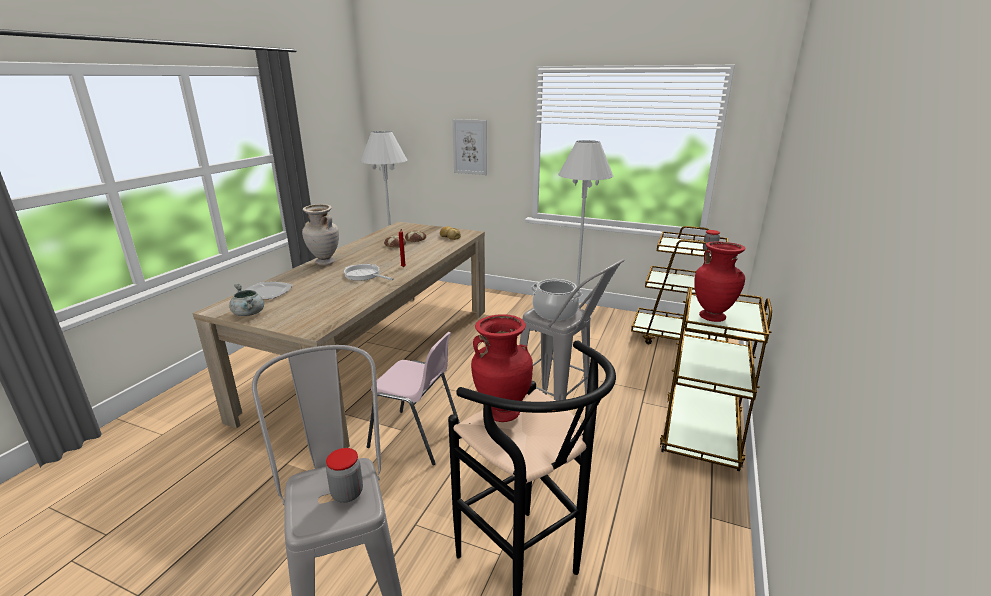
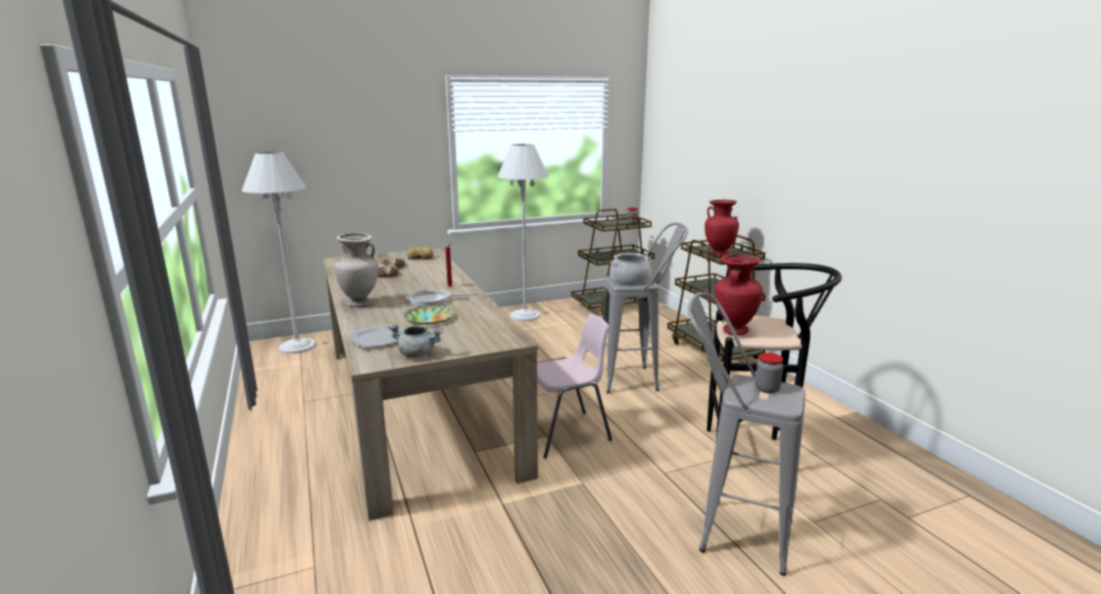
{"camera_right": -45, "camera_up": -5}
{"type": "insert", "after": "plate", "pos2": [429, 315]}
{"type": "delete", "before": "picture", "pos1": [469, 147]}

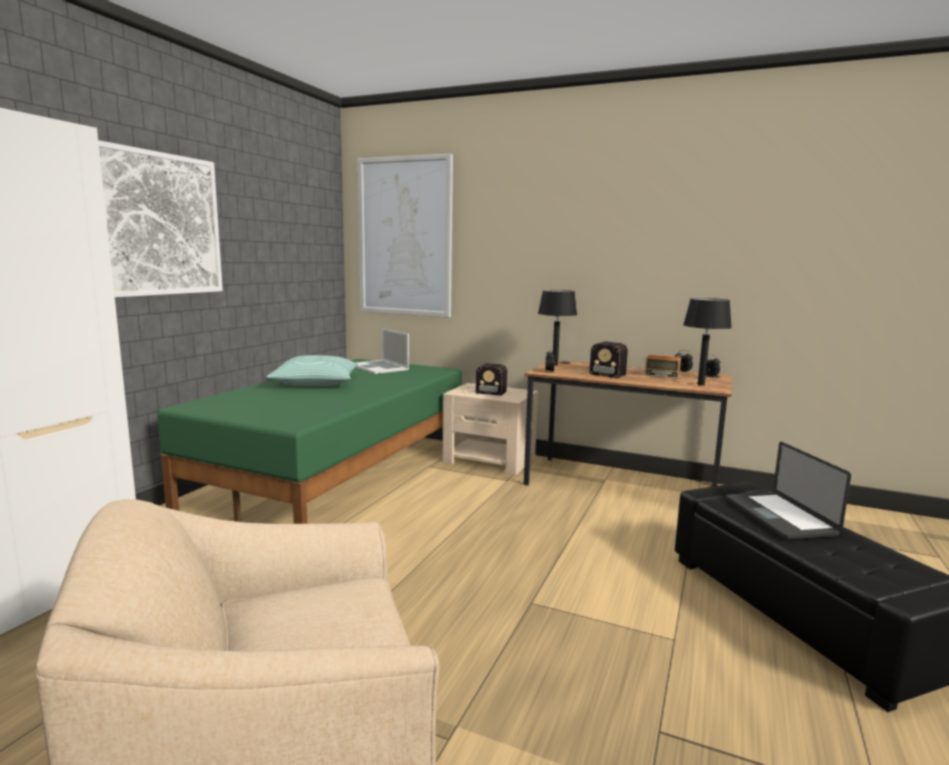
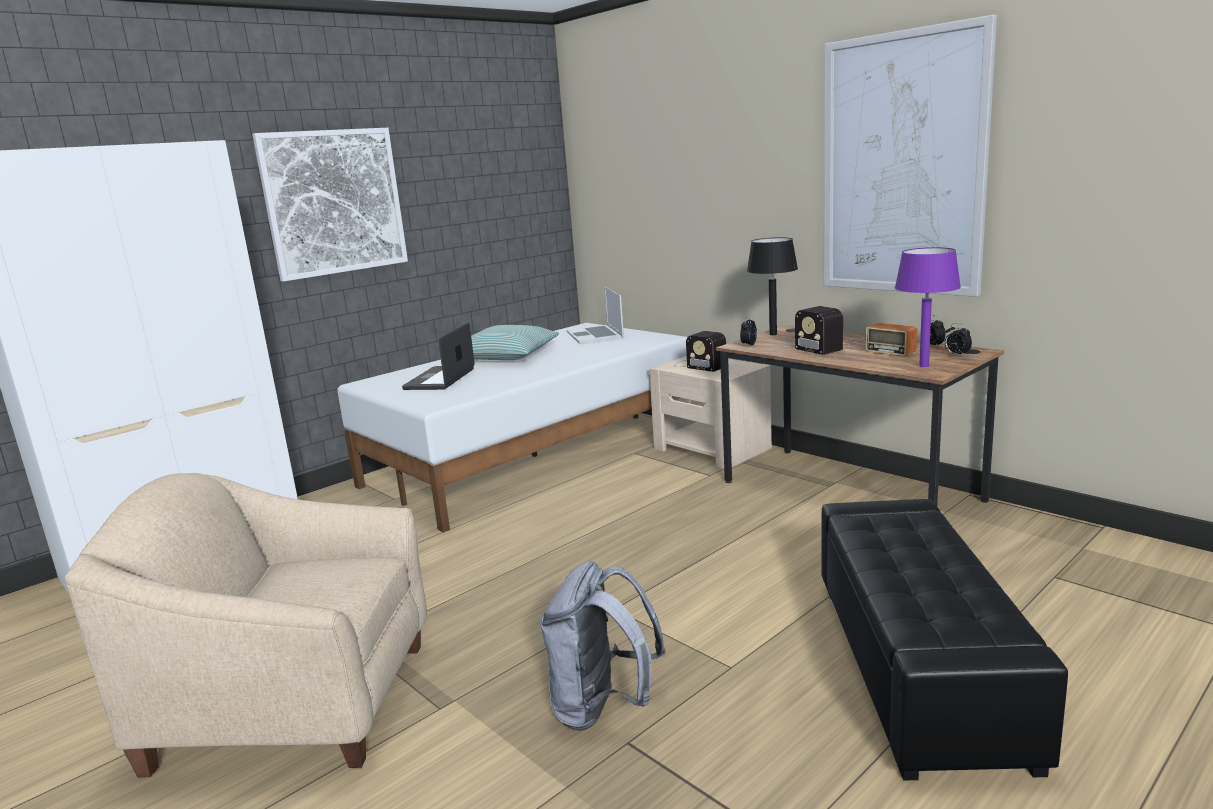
{"camera_right": 25, "camera_up": 5}
{"type": "recolor", "before": "bed in green", "after": "bed in white", "pos1": [309, 441], "pos2": [512, 428]}
{"type": "move", "before": "laptop", "pos1": [788, 491], "pos2": [438, 356]}
{"type": "insert", "after": "backpack in grey", "pos2": [603, 646]}
{"type": "move", "before": "picture", "pos1": [405, 236], "pos2": [910, 156]}
{"type": "recolor", "before": "table lamp in black", "after": "table lamp in purple", "pos1": [707, 342], "pos2": [928, 307]}

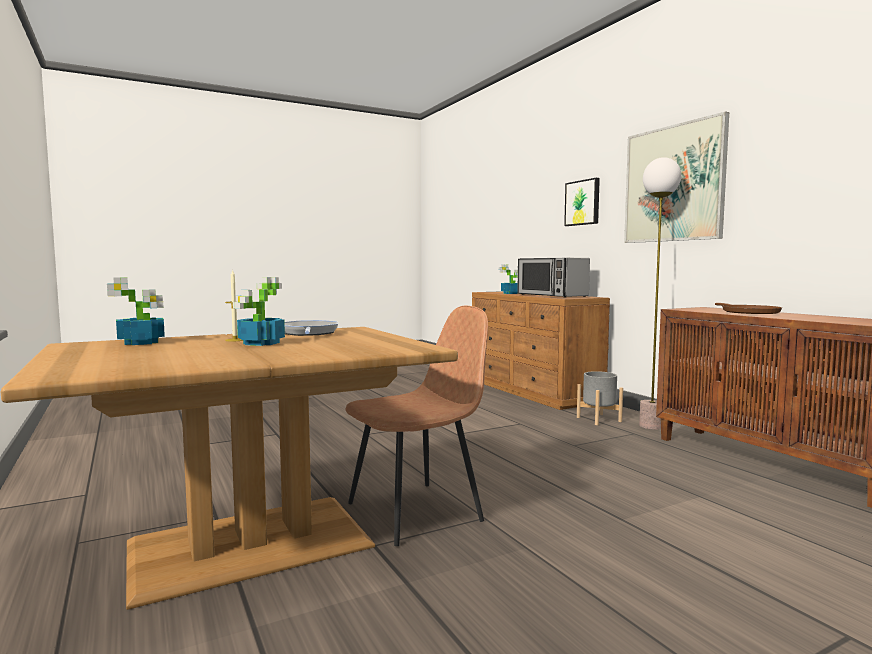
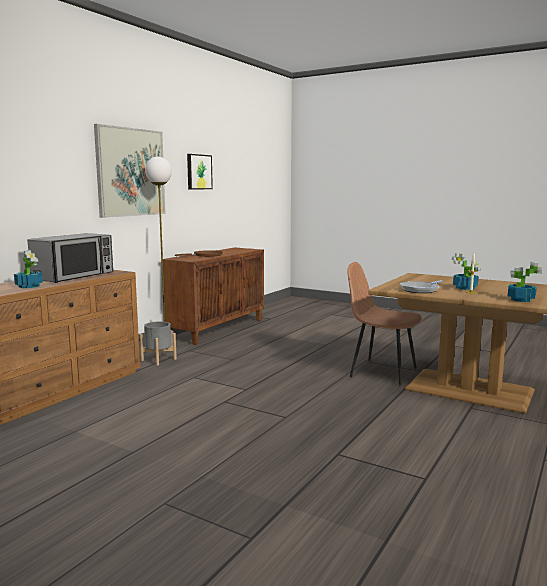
{"camera_right": -120, "camera_up": 5}
{"type": "move", "before": "picture", "pos1": [582, 202], "pos2": [200, 171]}

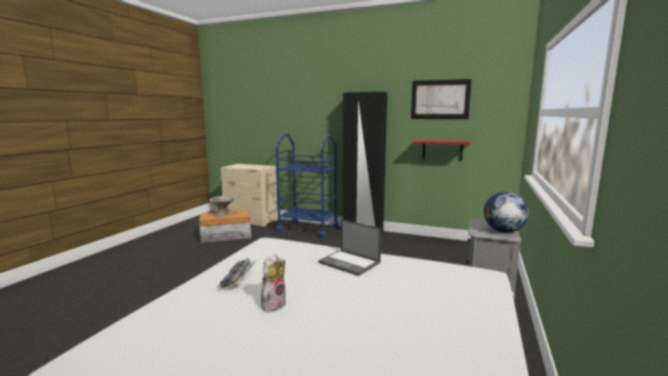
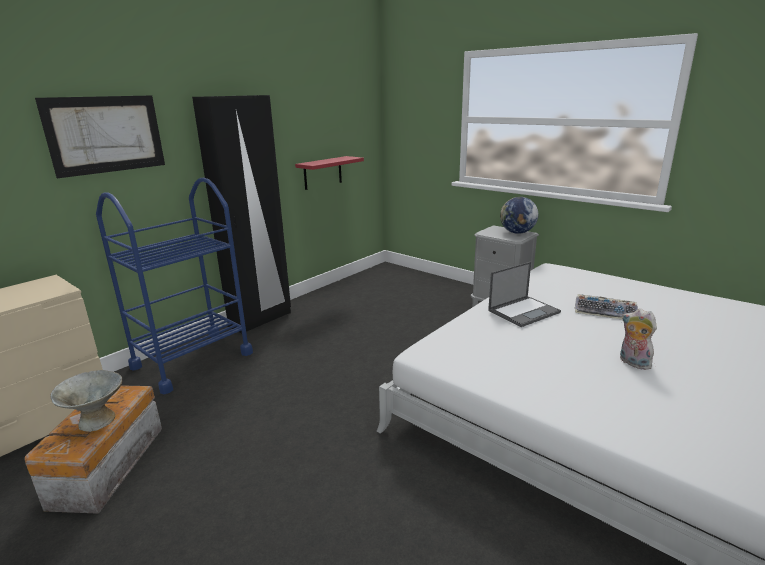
{"camera_right": -70, "camera_up": 10}
{"type": "move", "before": "picture", "pos1": [441, 99], "pos2": [100, 136]}
{"type": "move", "before": "keyboard", "pos1": [236, 274], "pos2": [606, 307]}

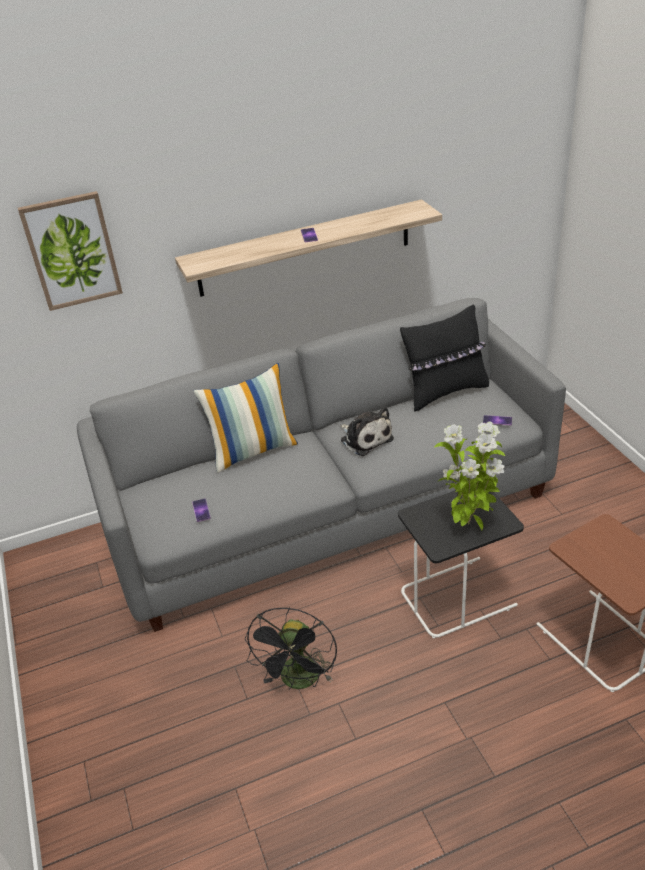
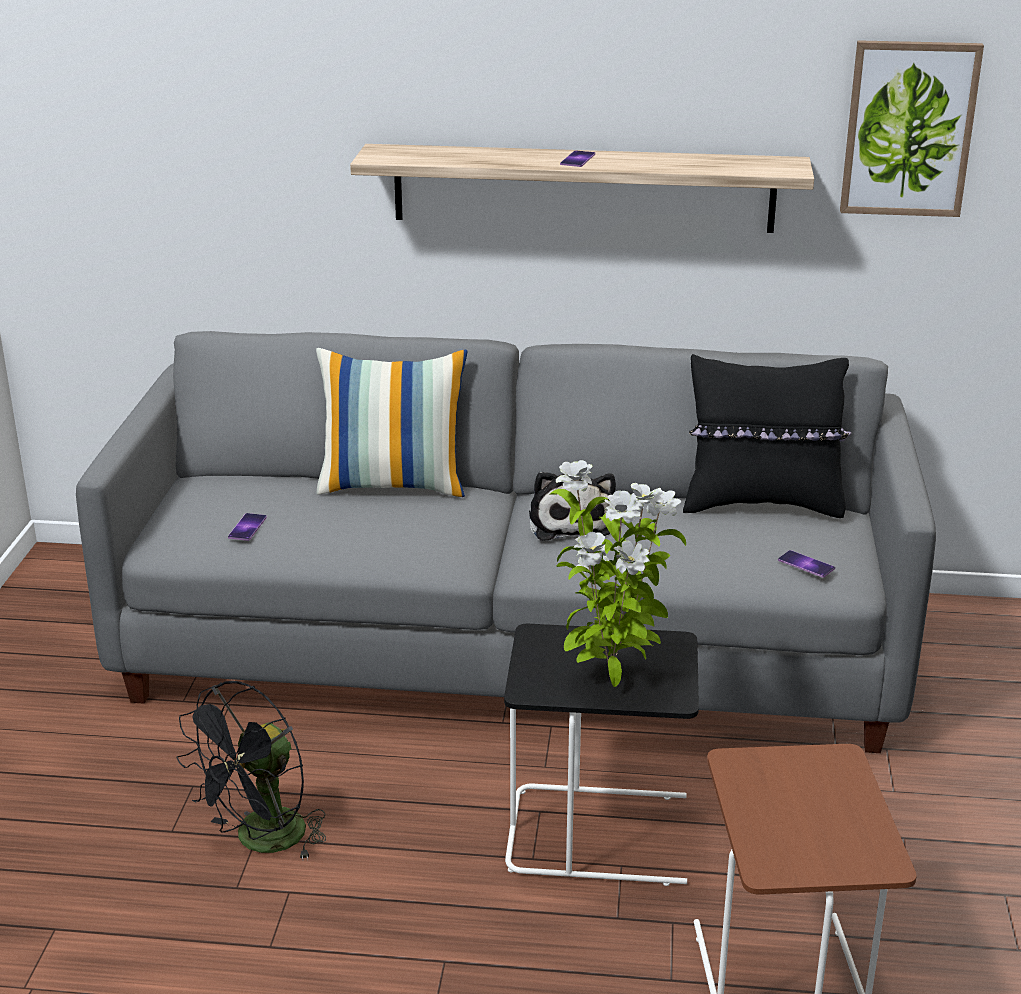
{"camera_right": 25, "camera_up": -10}
{"type": "move", "before": "picture", "pos1": [70, 251], "pos2": [912, 128]}

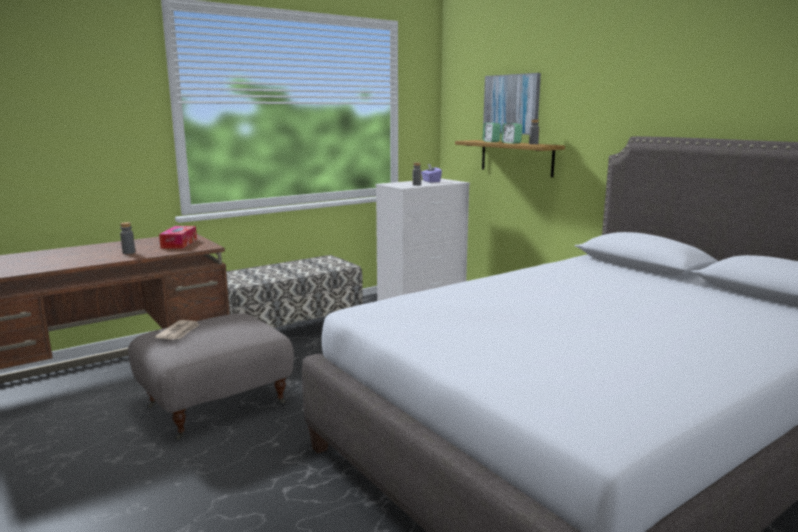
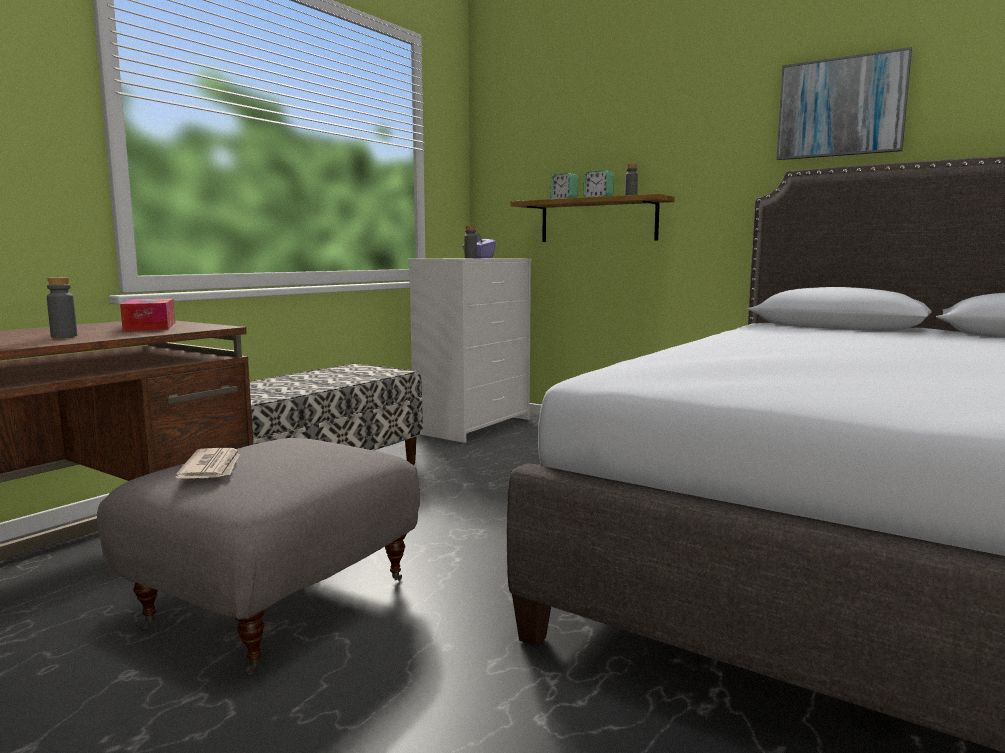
{"camera_right": -20, "camera_up": -5}
{"type": "move", "before": "picture", "pos1": [512, 104], "pos2": [844, 103]}

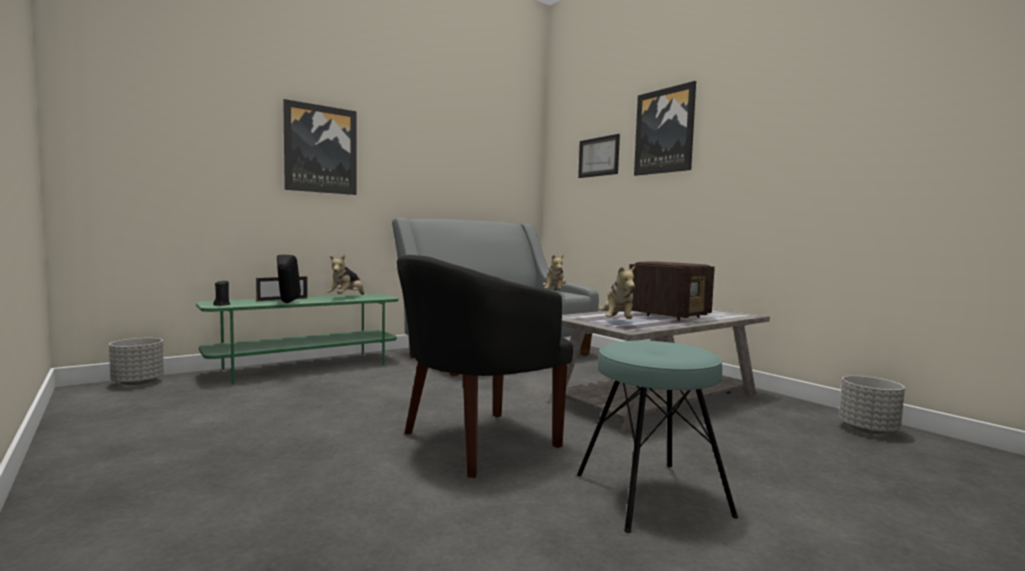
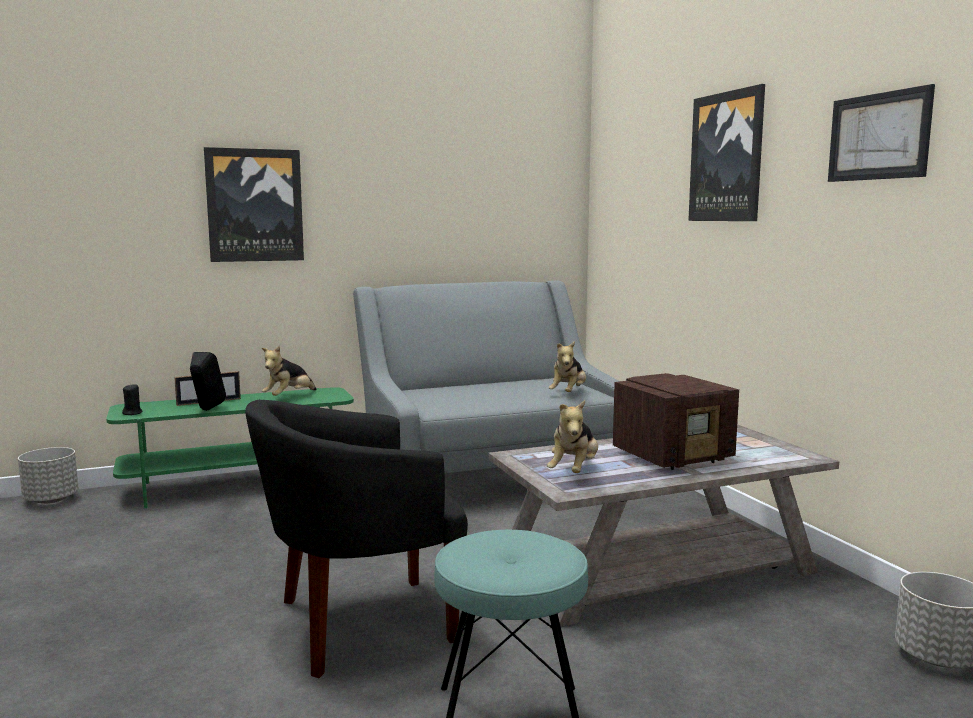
{"camera_right": 15, "camera_up": 5}
{"type": "move", "before": "picture", "pos1": [599, 156], "pos2": [881, 133]}

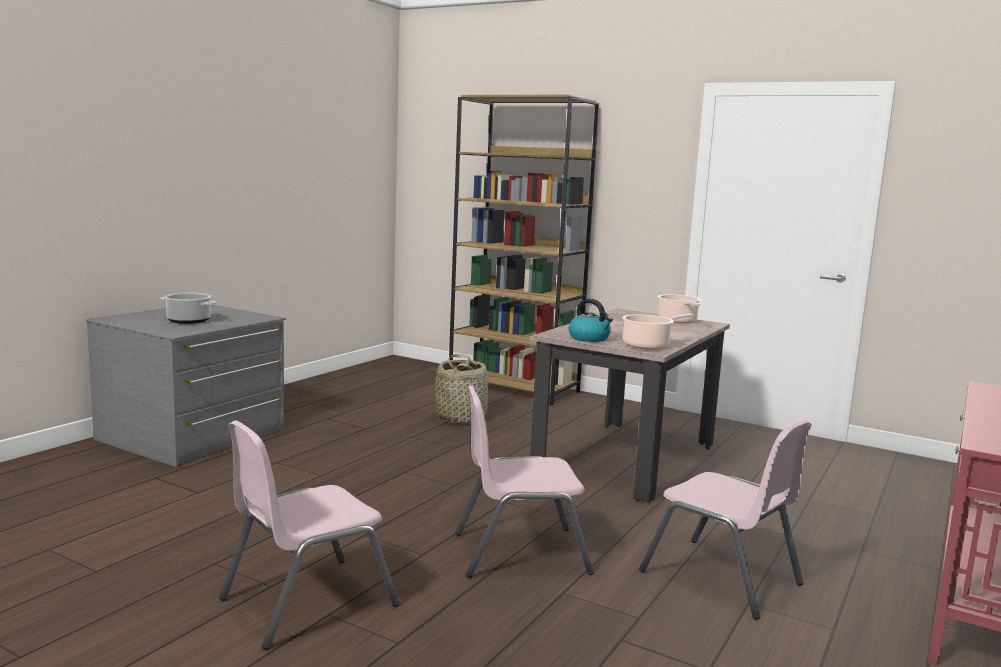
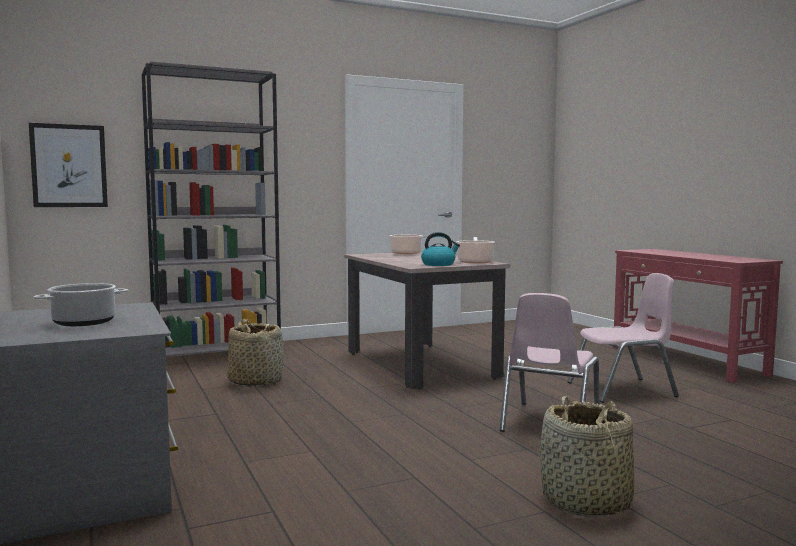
{"camera_right": -55, "camera_up": -5}
{"type": "insert", "after": "picture", "pos2": [68, 165]}
{"type": "recolor", "before": "bookcase in brown", "after": "bookcase in grey", "pos1": [524, 250], "pos2": [211, 209]}
{"type": "replace", "before": "chair in pink", "after": "basket", "pos1": [309, 535], "pos2": [587, 456]}

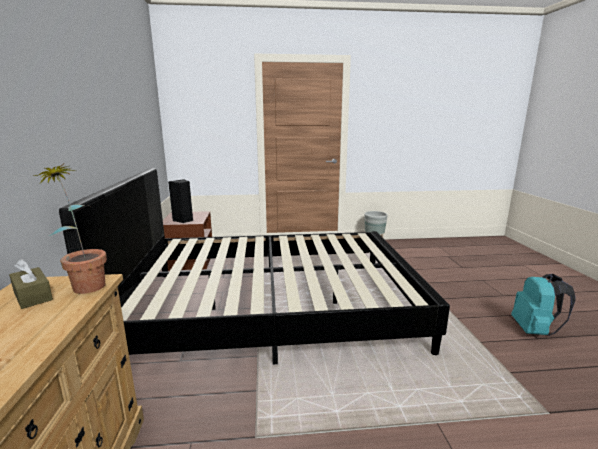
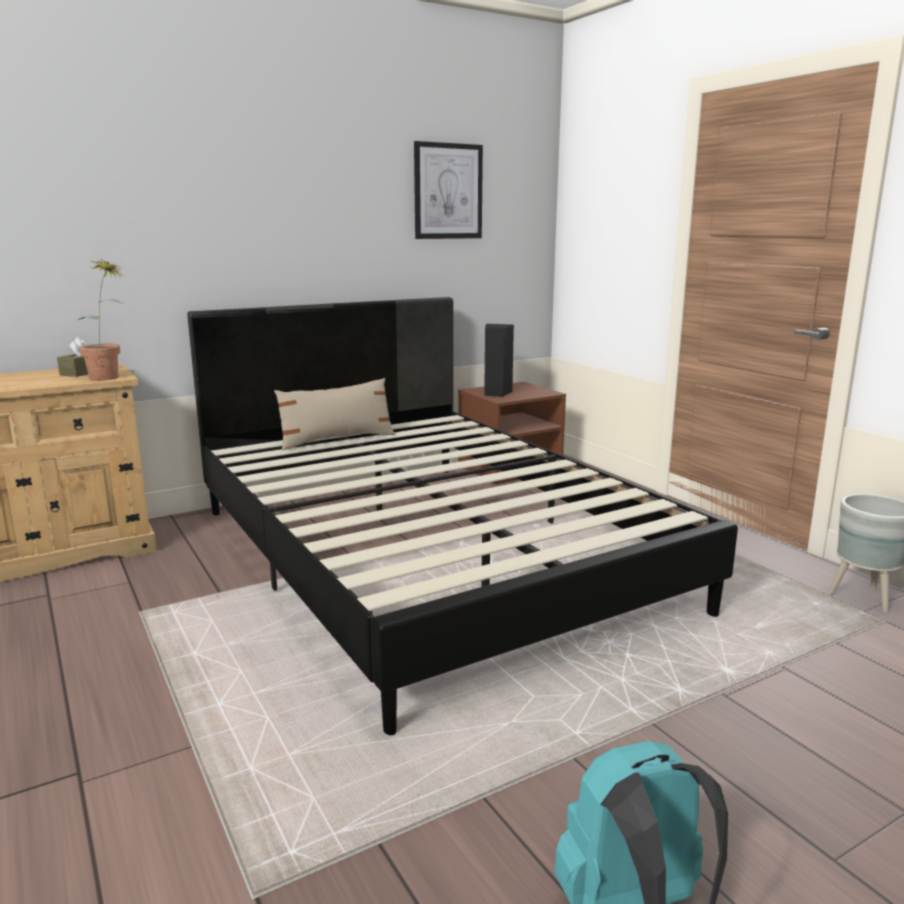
{"camera_right": 65, "camera_up": 0}
{"type": "insert", "after": "pillow in beige", "pos2": [334, 414]}
{"type": "insert", "after": "picture", "pos2": [448, 190]}

